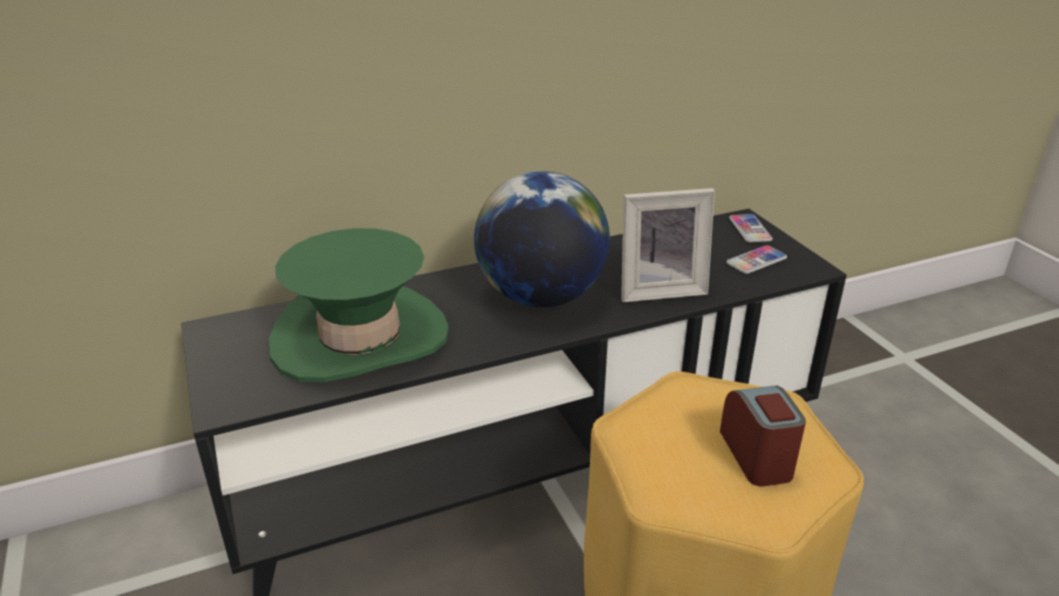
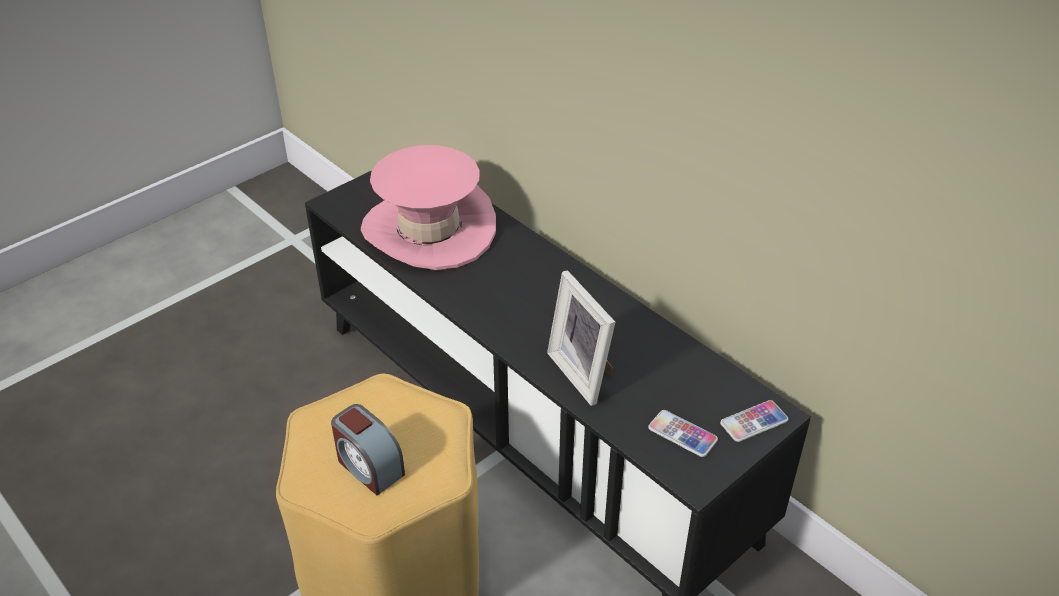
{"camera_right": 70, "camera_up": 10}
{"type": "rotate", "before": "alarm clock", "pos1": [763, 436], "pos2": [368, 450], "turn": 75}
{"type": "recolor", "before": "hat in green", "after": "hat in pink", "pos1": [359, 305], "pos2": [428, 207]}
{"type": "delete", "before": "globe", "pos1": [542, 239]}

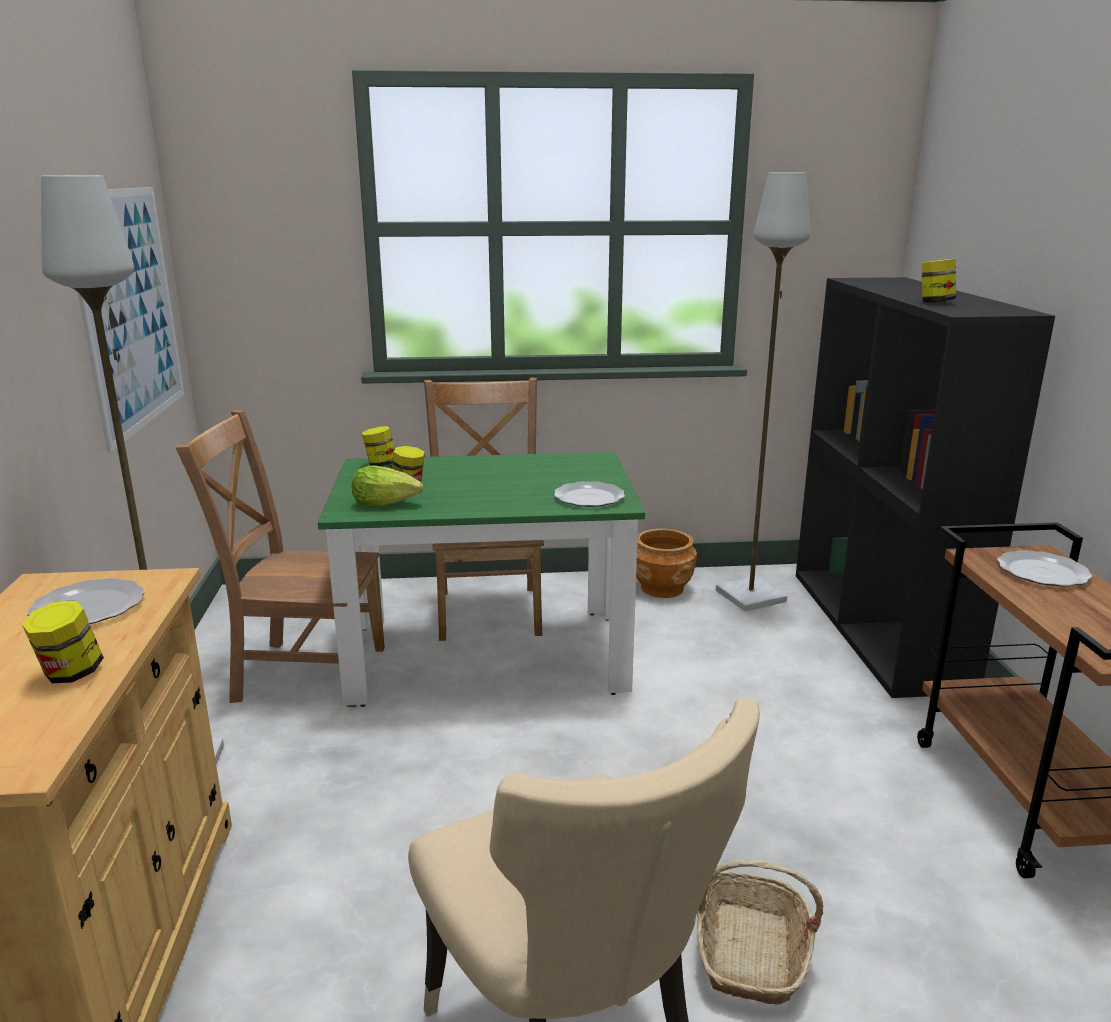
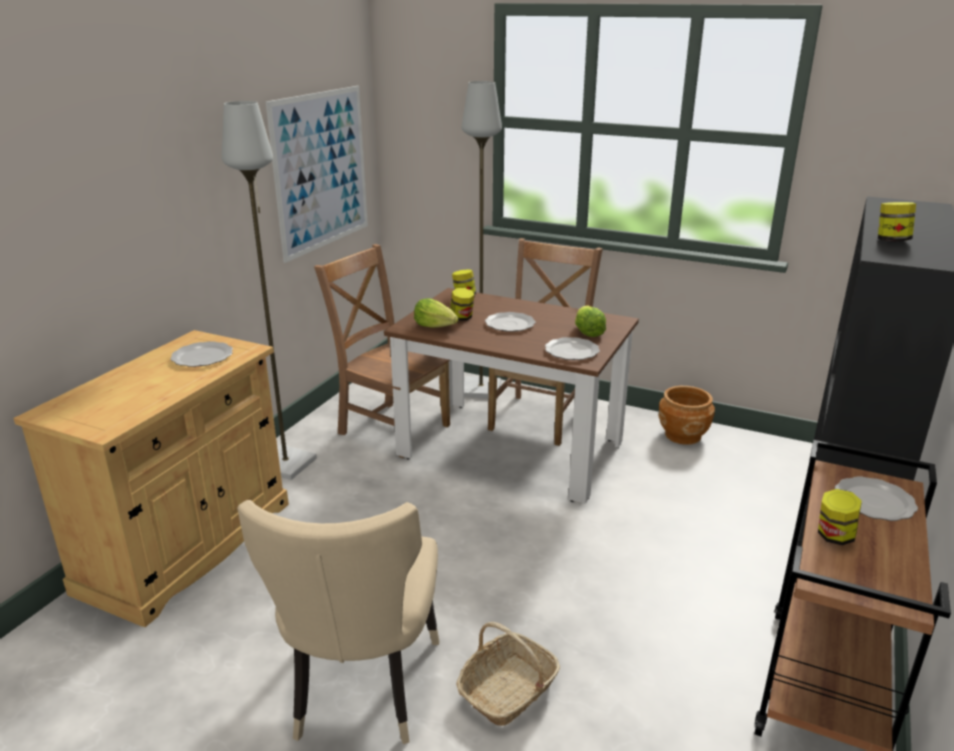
{"camera_right": 30, "camera_up": 5}
{"type": "recolor", "before": "dining table in green", "after": "dining table in brown", "pos1": [481, 579], "pos2": [511, 396]}
{"type": "move", "before": "floor lamp in grey", "pos1": [763, 392], "pos2": [482, 240]}
{"type": "insert", "after": "plate", "pos2": [510, 322]}
{"type": "insert", "after": "lettuce", "pos2": [590, 321]}
{"type": "move", "before": "jar", "pos1": [63, 641], "pos2": [840, 517]}

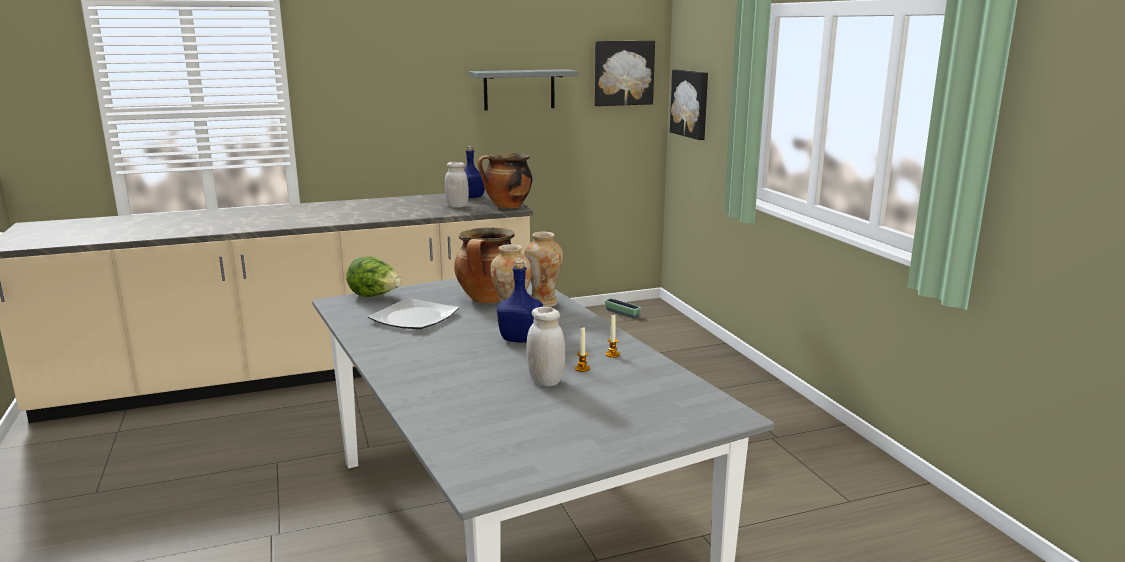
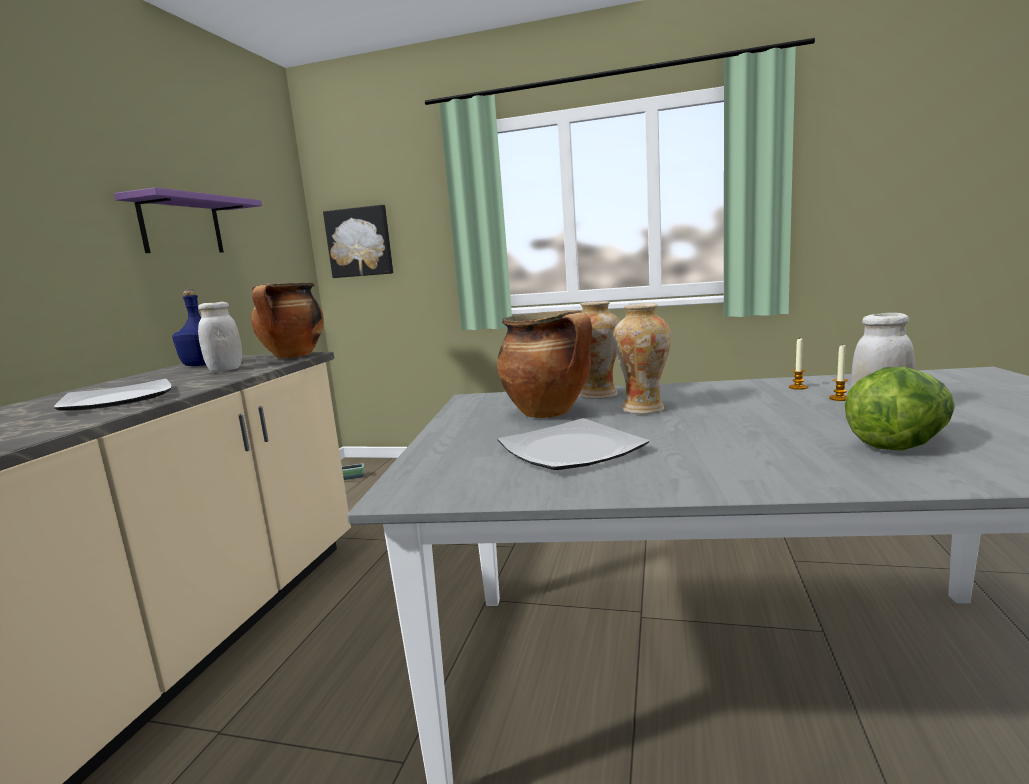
{"camera_right": -55, "camera_up": -5}
{"type": "insert", "after": "plate", "pos2": [113, 395]}
{"type": "recolor", "before": "shelf in grey", "after": "shelf in purple", "pos1": [524, 90], "pos2": [188, 220]}
{"type": "move", "before": "lettuce", "pos1": [374, 277], "pos2": [899, 409]}
{"type": "delete", "before": "bottle in blue", "pos1": [520, 302]}
{"type": "delete", "before": "picture", "pos1": [625, 73]}

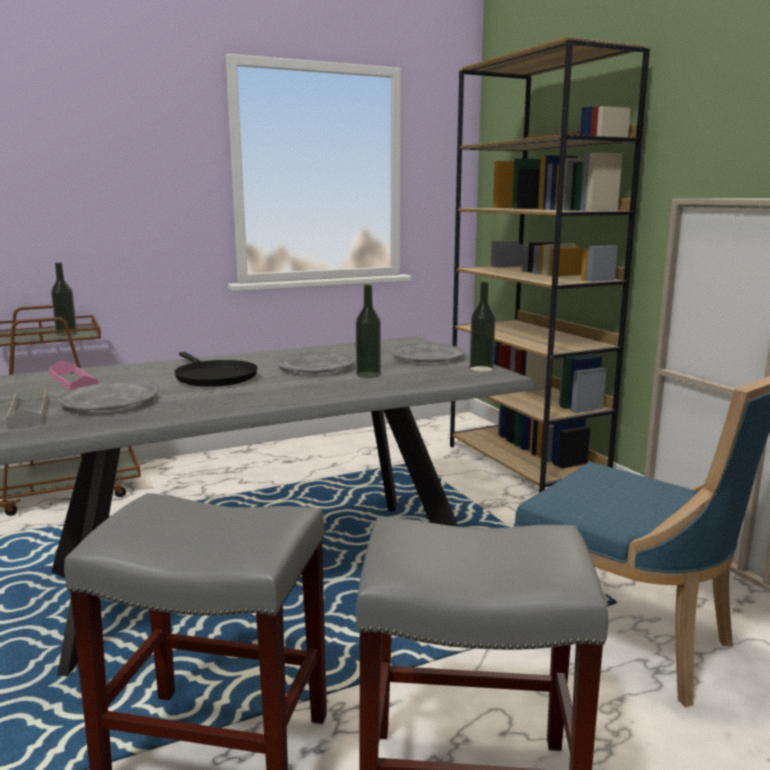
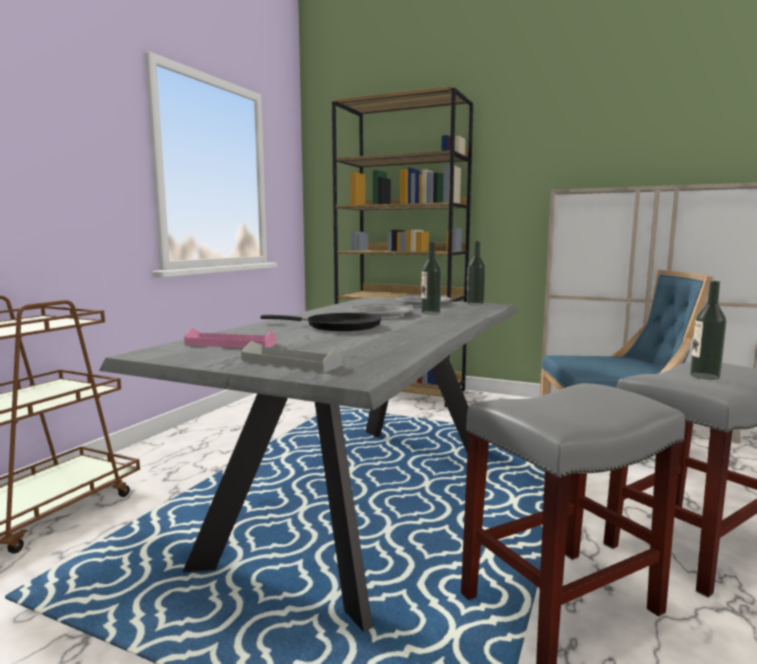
{"camera_right": -40, "camera_up": -5}
{"type": "move", "before": "bottle", "pos1": [64, 299], "pos2": [708, 330]}
{"type": "delete", "before": "plate in grey", "pos1": [107, 396]}

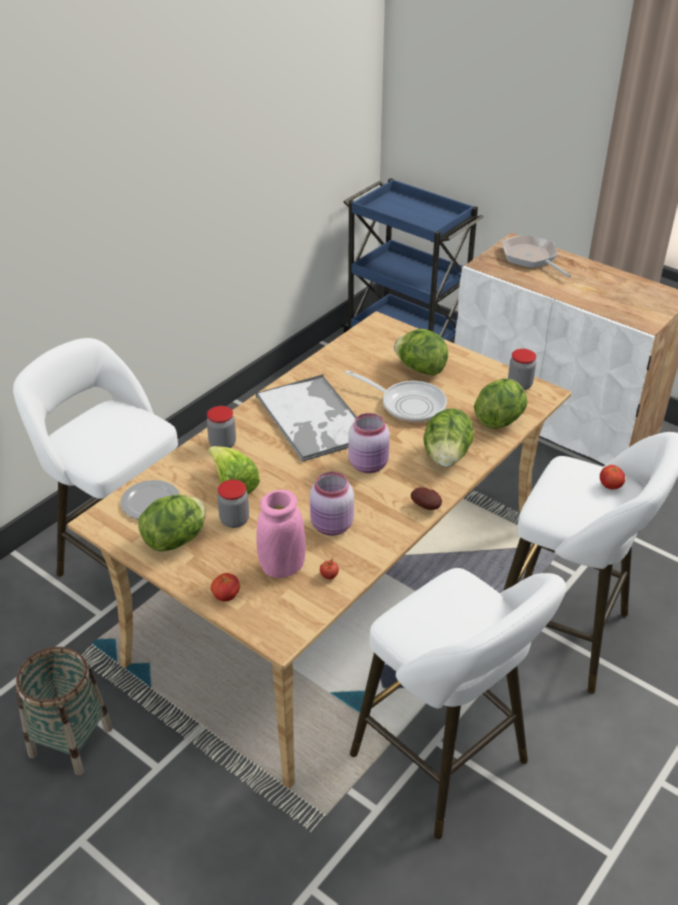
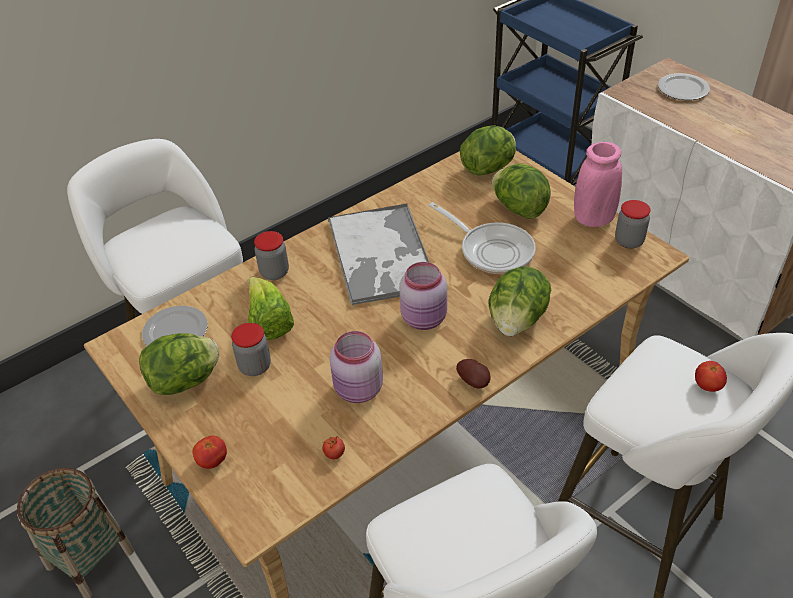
{"camera_right": 15, "camera_up": 5}
{"type": "move", "before": "lettuce", "pos1": [500, 403], "pos2": [488, 150]}
{"type": "move", "before": "vase in pink", "pos1": [281, 534], "pos2": [598, 184]}
{"type": "replace", "before": "frying pan", "after": "plate", "pos1": [536, 255], "pos2": [684, 86]}

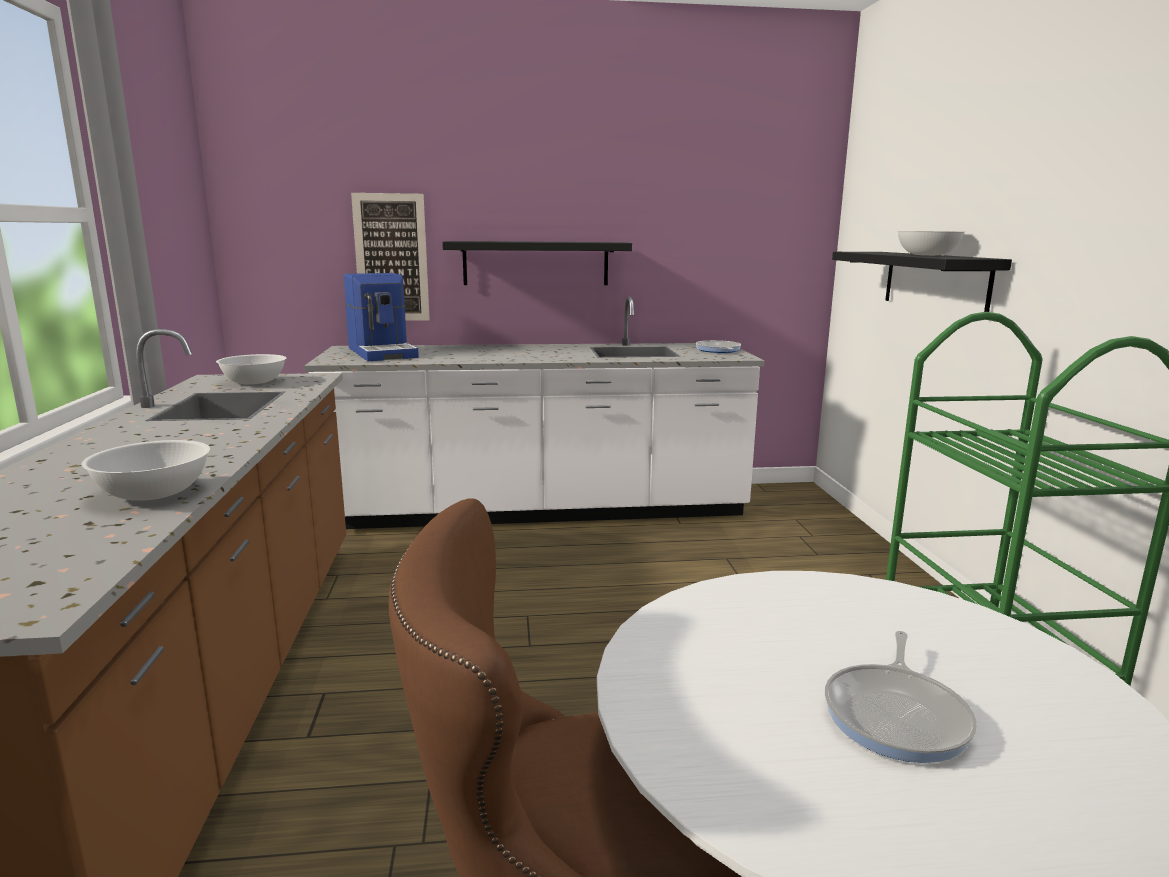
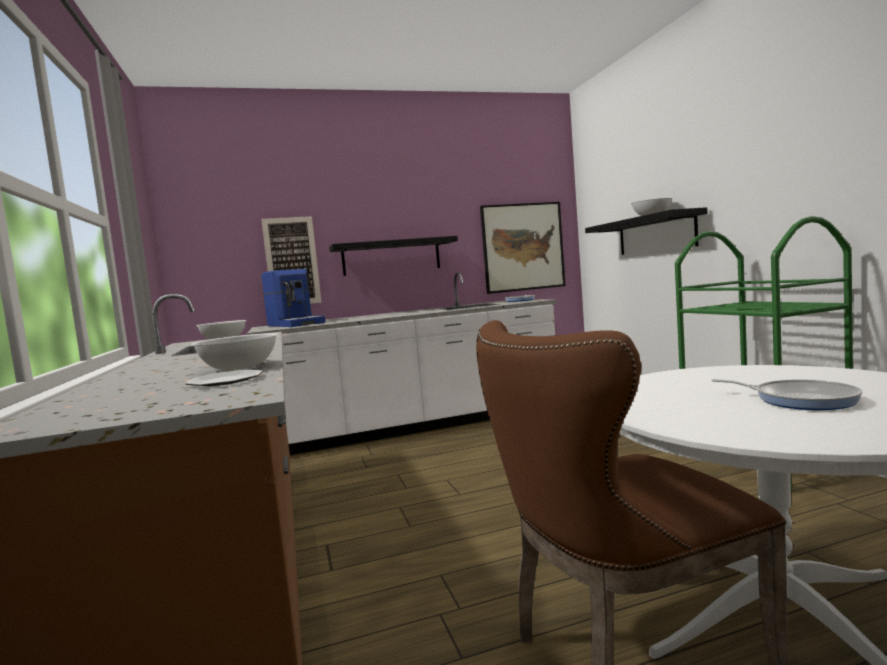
{"camera_right": -10, "camera_up": -10}
{"type": "insert", "after": "plate", "pos2": [224, 378]}
{"type": "insert", "after": "picture", "pos2": [523, 248]}
{"type": "rotate", "before": "frying pan", "pos1": [901, 697], "pos2": [786, 394], "turn": -60}

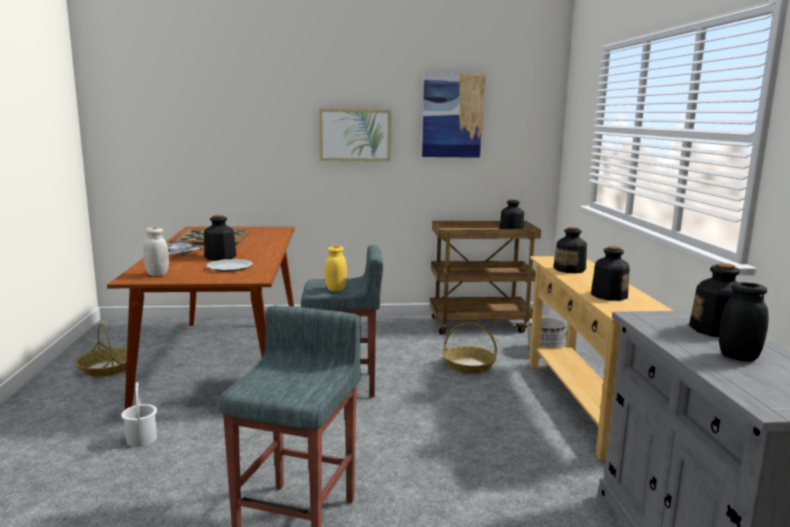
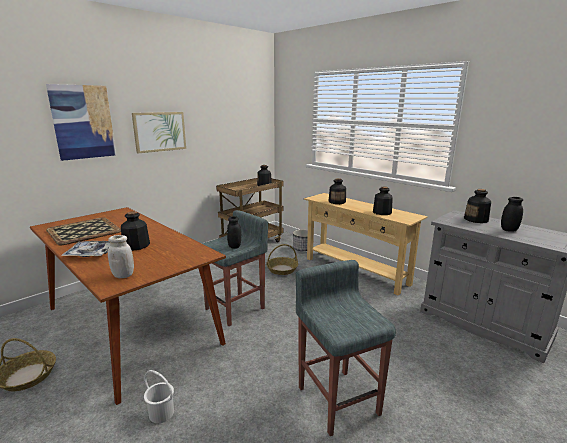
{"camera_right": -40, "camera_up": 5}
{"type": "move", "before": "picture", "pos1": [453, 115], "pos2": [81, 122]}
{"type": "recolor", "before": "jar in yellow", "after": "jar in black", "pos1": [336, 268], "pos2": [234, 232]}
{"type": "delete", "before": "plate", "pos1": [229, 265]}

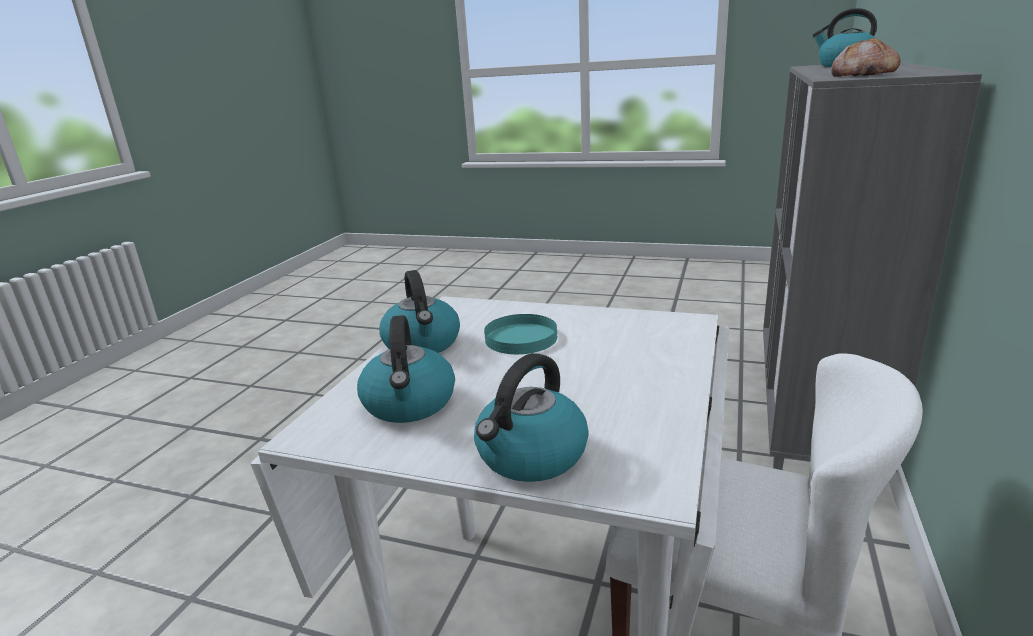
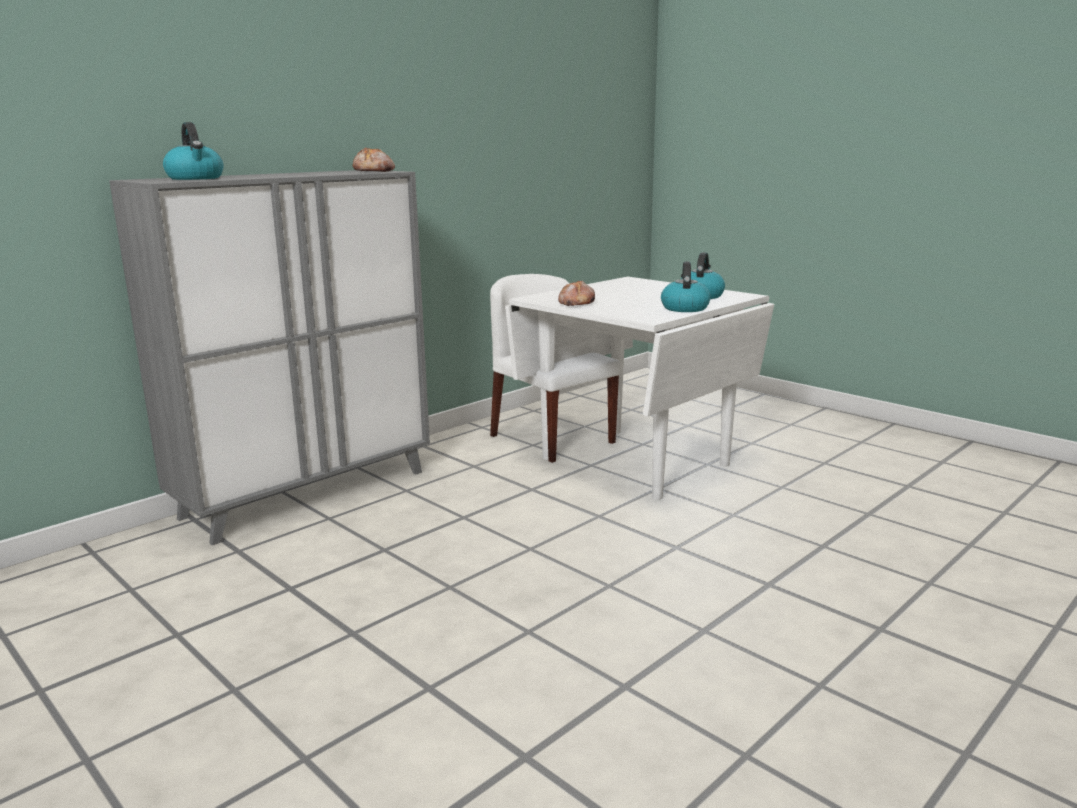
{"camera_right": -155, "camera_up": -5}
{"type": "insert", "after": "bread", "pos2": [576, 293]}
{"type": "delete", "before": "kettle", "pos1": [531, 417]}
{"type": "delete", "before": "plate in turquoise", "pos1": [520, 334]}

